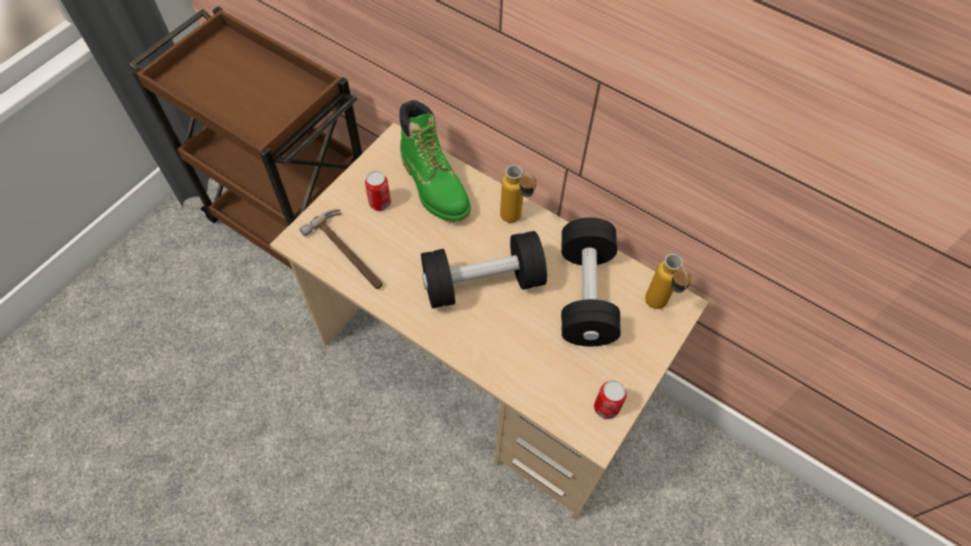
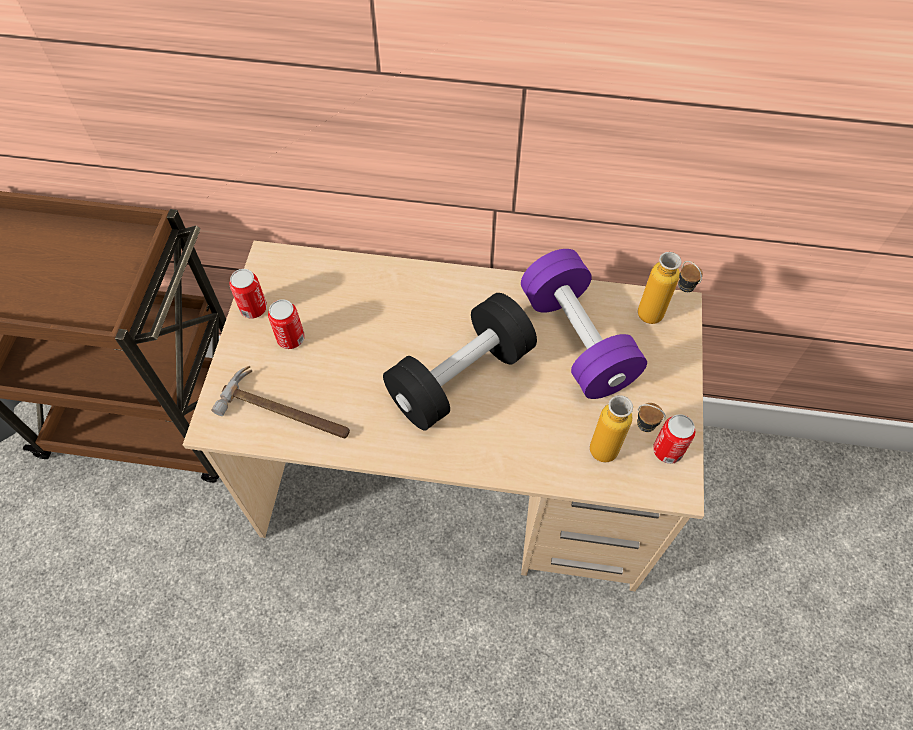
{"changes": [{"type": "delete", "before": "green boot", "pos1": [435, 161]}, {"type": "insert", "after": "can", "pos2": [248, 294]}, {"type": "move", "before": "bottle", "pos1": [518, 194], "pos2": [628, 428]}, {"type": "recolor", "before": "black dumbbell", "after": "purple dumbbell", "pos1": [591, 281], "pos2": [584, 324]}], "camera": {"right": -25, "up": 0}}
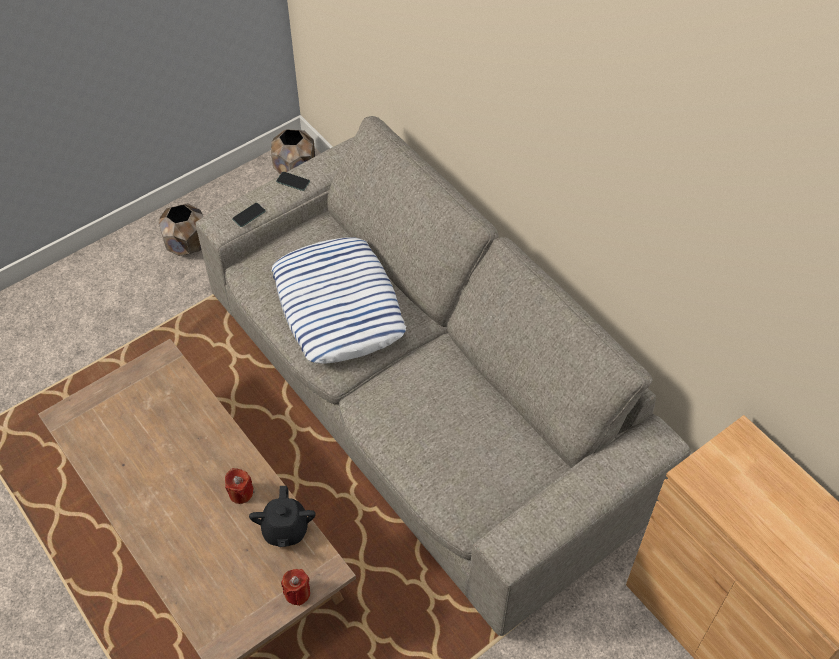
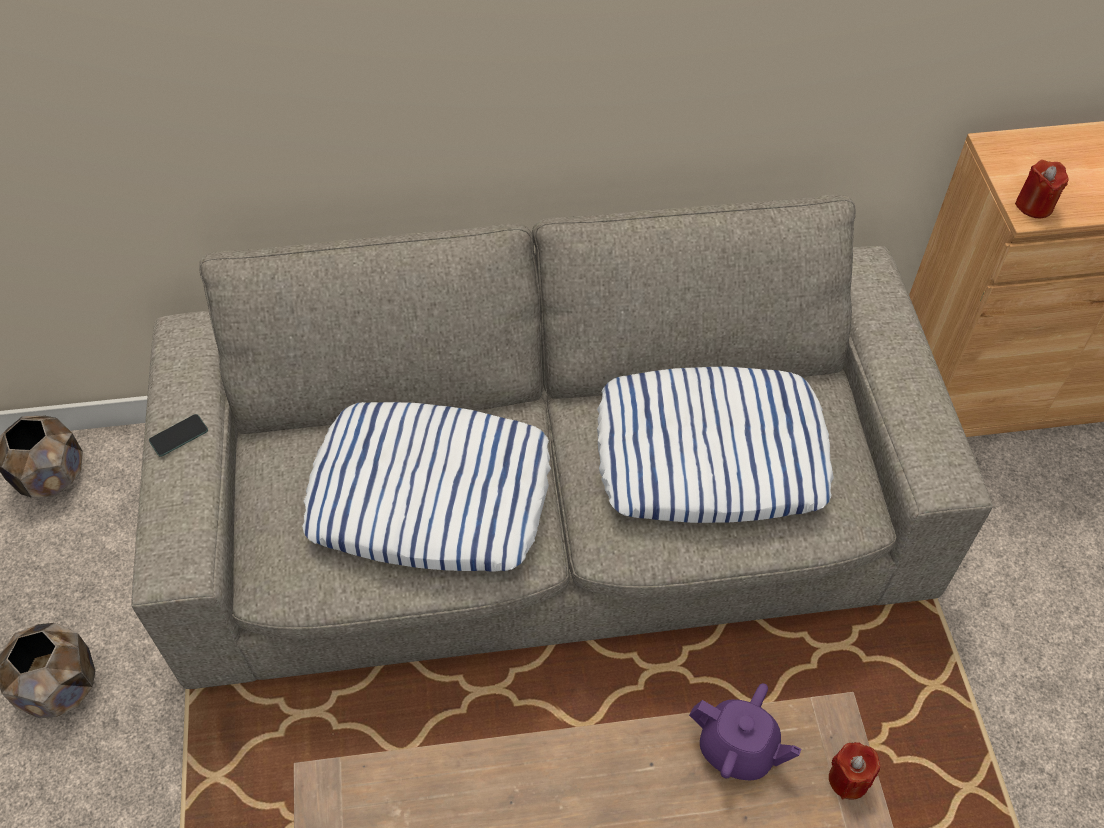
{"changes": [{"type": "delete", "before": "phone", "pos1": [249, 215]}, {"type": "insert", "after": "pillow", "pos2": [715, 445]}, {"type": "move", "before": "red candle", "pos1": [239, 486], "pos2": [1042, 189]}, {"type": "recolor", "before": "black teapot", "after": "purple teapot", "pos1": [282, 516], "pos2": [745, 731]}], "camera": {"right": -60, "up": 0}}
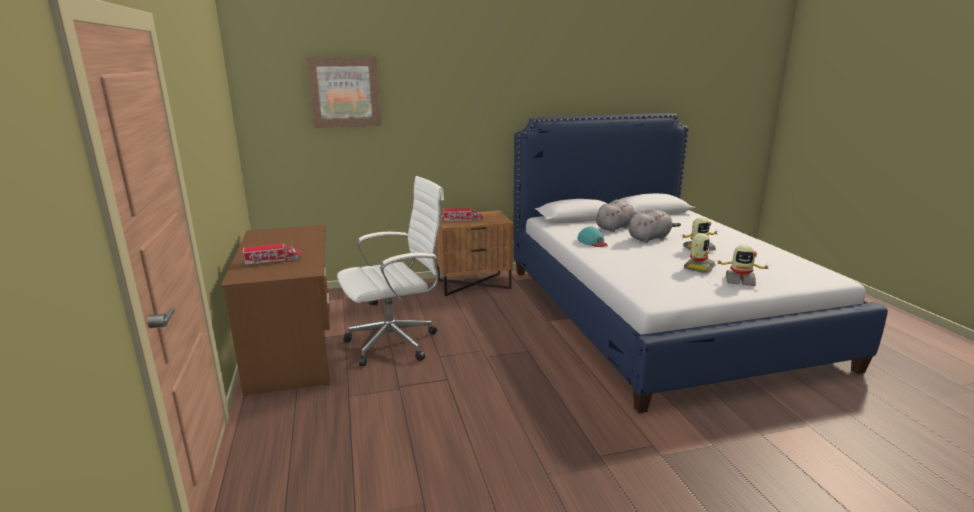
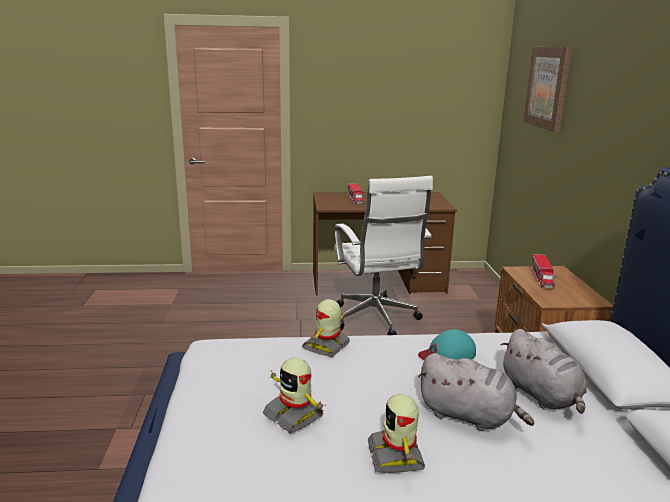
{"changes": [{"type": "move", "before": "toy robot", "pos1": [742, 265], "pos2": [326, 328]}, {"type": "rotate", "before": "grey plush toy", "pos1": [654, 225], "pos2": [476, 392], "turn": -45}], "camera": {"right": 100, "up": 0}}
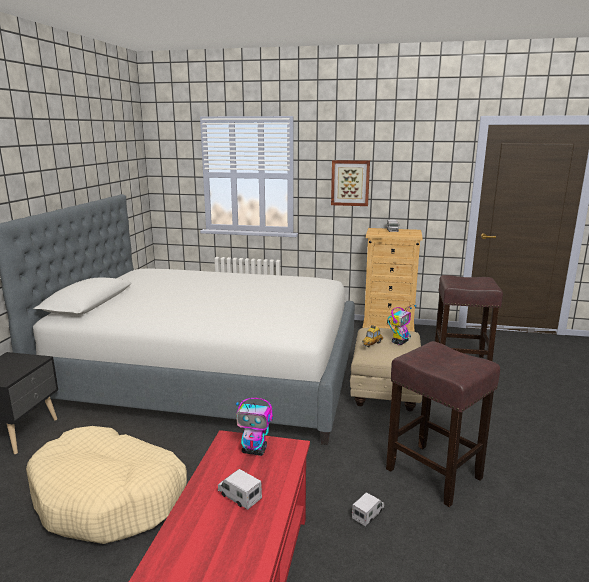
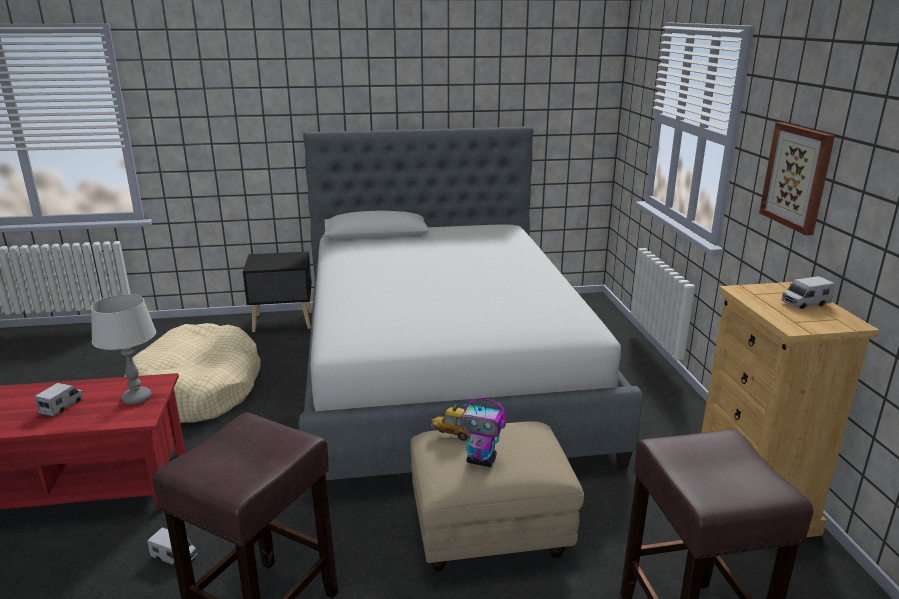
{"changes": [{"type": "replace", "before": "toy robot", "after": "grey table lamp", "pos1": [254, 427], "pos2": [123, 349]}], "camera": {"right": 70, "up": 5}}
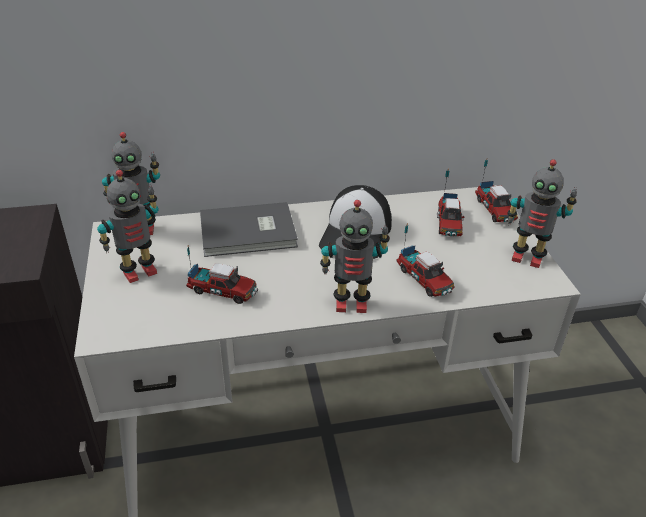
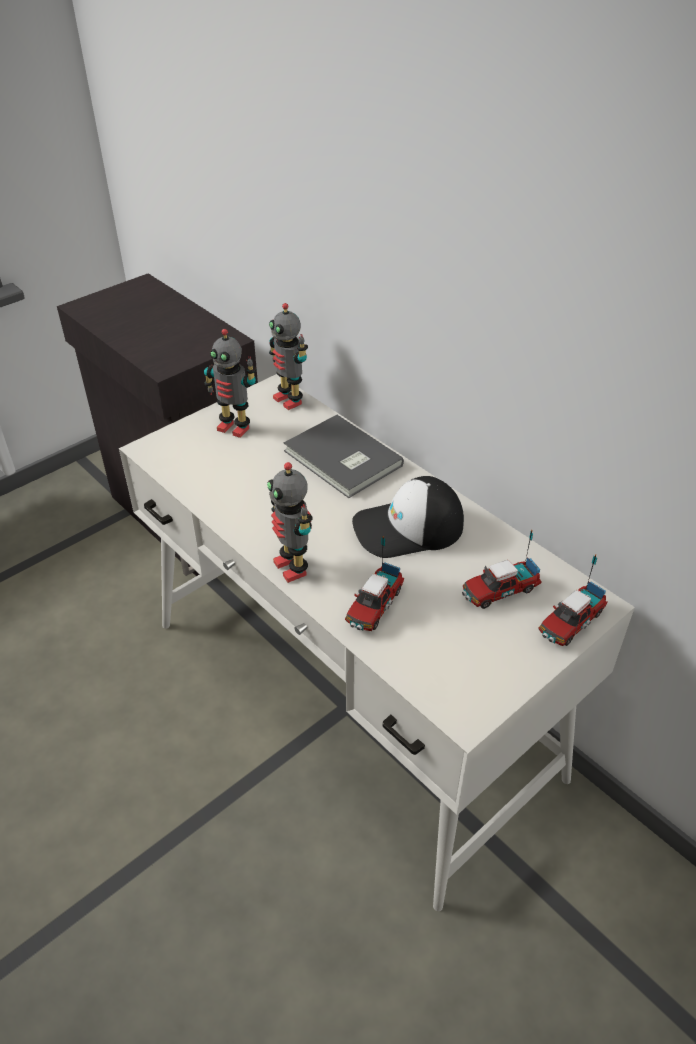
{"changes": [{"type": "delete", "before": "toy truck", "pos1": [222, 275]}, {"type": "delete", "before": "toy robot", "pos1": [542, 213]}], "camera": {"right": 60, "up": 5}}
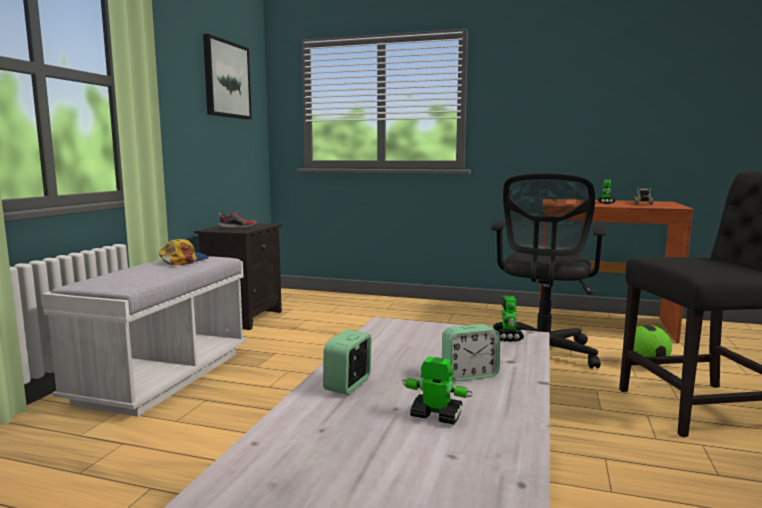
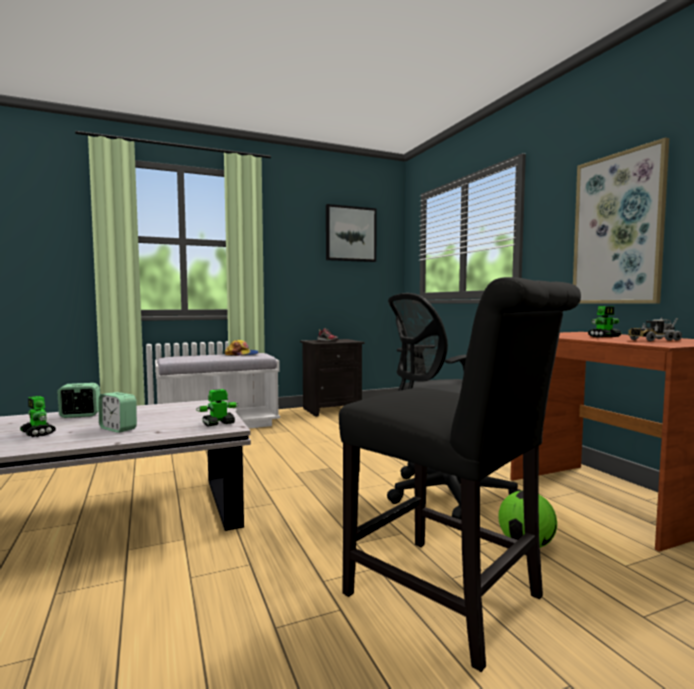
{"changes": [{"type": "insert", "after": "picture", "pos2": [621, 220]}, {"type": "rotate", "before": "toy robot", "pos1": [437, 391], "pos2": [38, 416], "turn": 150}], "camera": {"right": 50, "up": -5}}
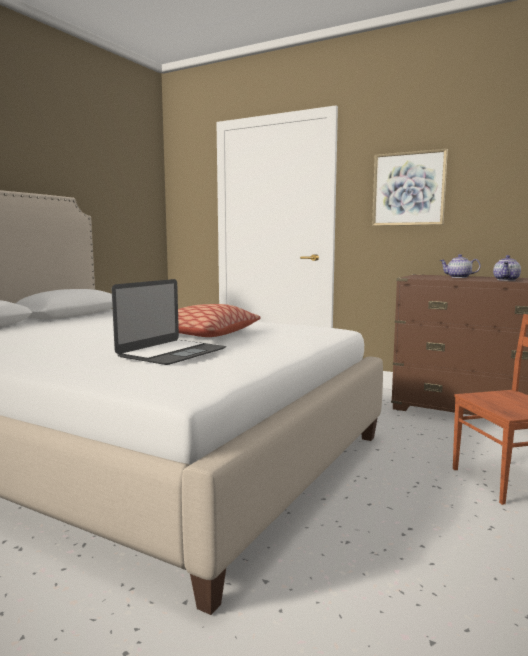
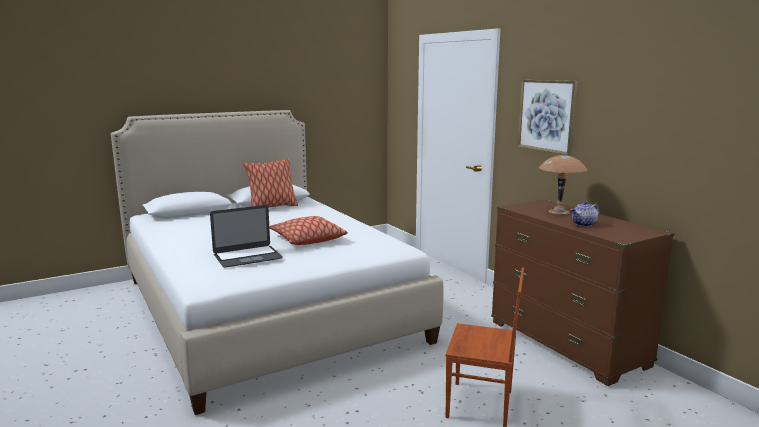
{"changes": [{"type": "insert", "after": "pillow", "pos2": [270, 182]}, {"type": "replace", "before": "teapot", "after": "brown table lamp", "pos1": [460, 266], "pos2": [563, 184]}], "camera": {"right": 30, "up": 5}}
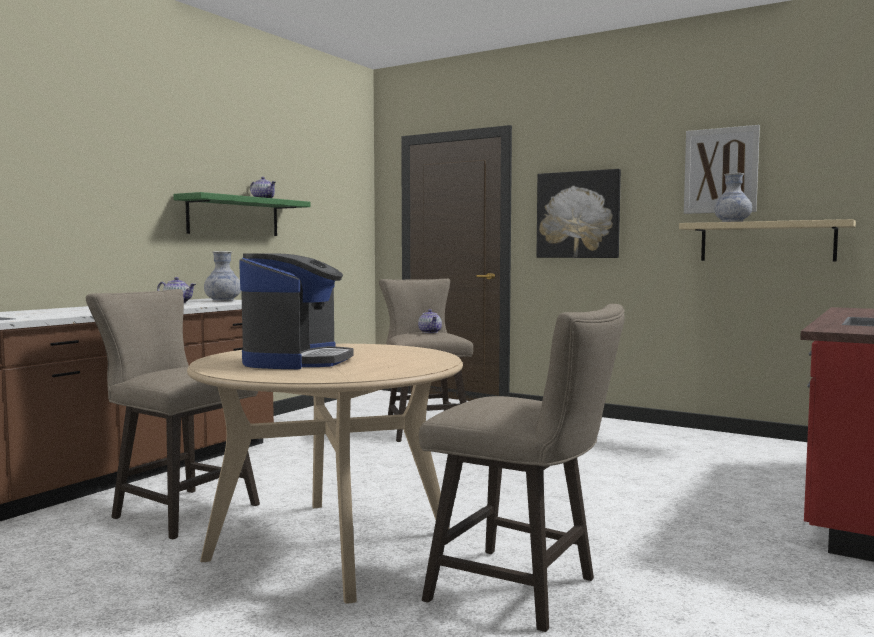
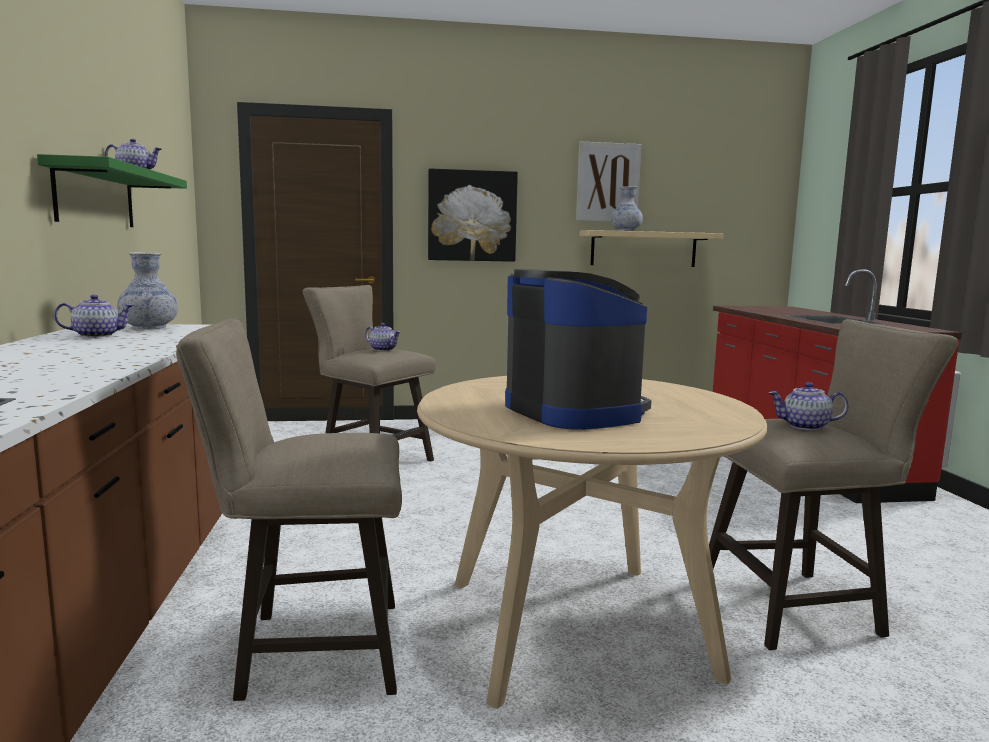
{"changes": [{"type": "insert", "after": "teapot", "pos2": [808, 406]}], "camera": {"right": -40, "up": 5}}
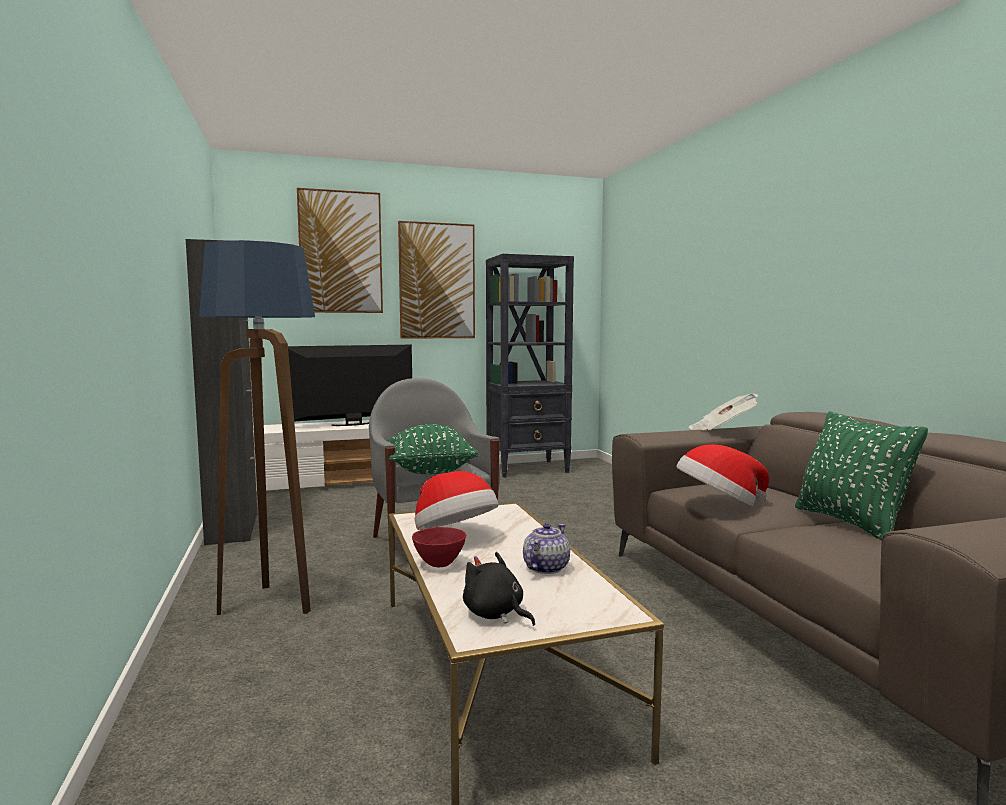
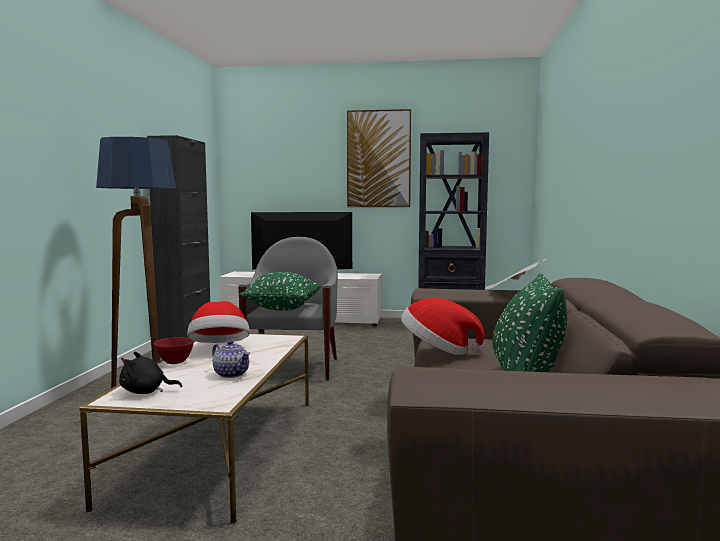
{"changes": [{"type": "delete", "before": "picture", "pos1": [340, 250]}, {"type": "rotate", "before": "black plush toy", "pos1": [499, 589], "pos2": [150, 373], "turn": -75}, {"type": "rotate", "before": "teapot", "pos1": [546, 548], "pos2": [231, 359], "turn": 75}], "camera": {"right": 25, "up": 0}}
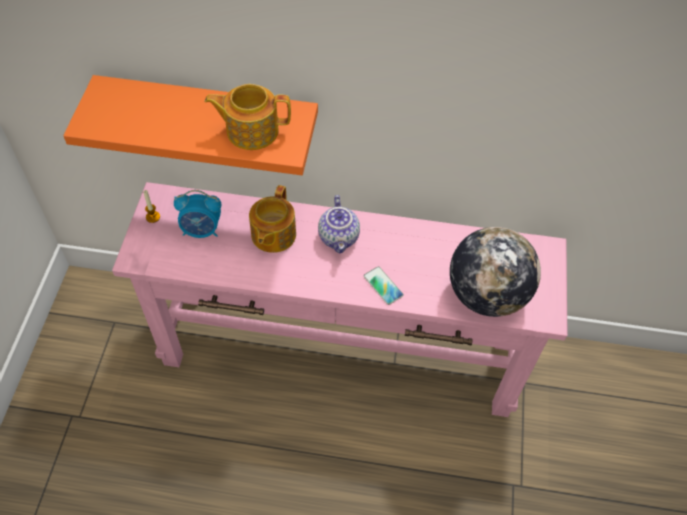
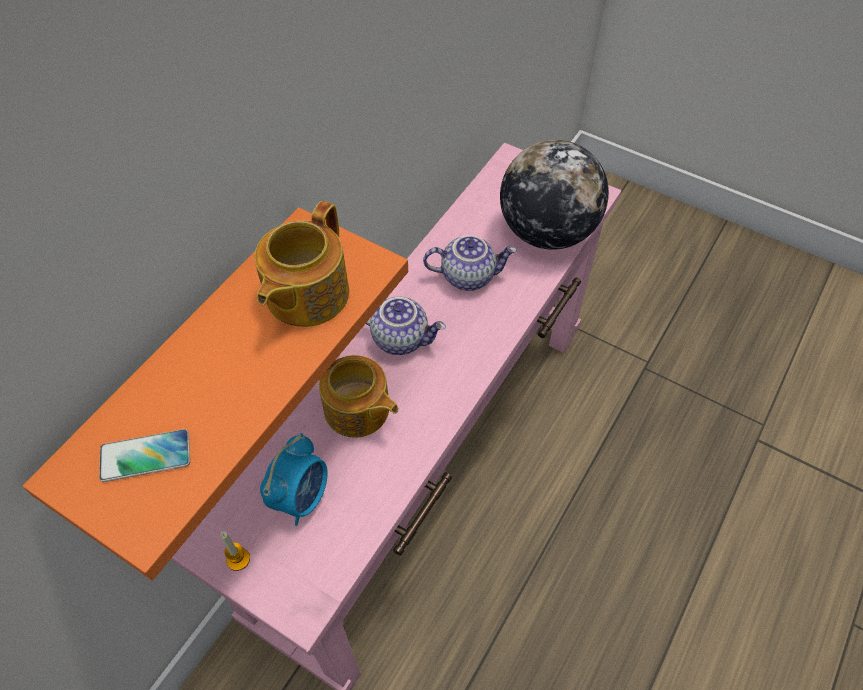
{"changes": [{"type": "insert", "after": "teapot", "pos2": [470, 263]}, {"type": "move", "before": "phone", "pos1": [383, 285], "pos2": [144, 455]}], "camera": {"right": -65, "up": 0}}
